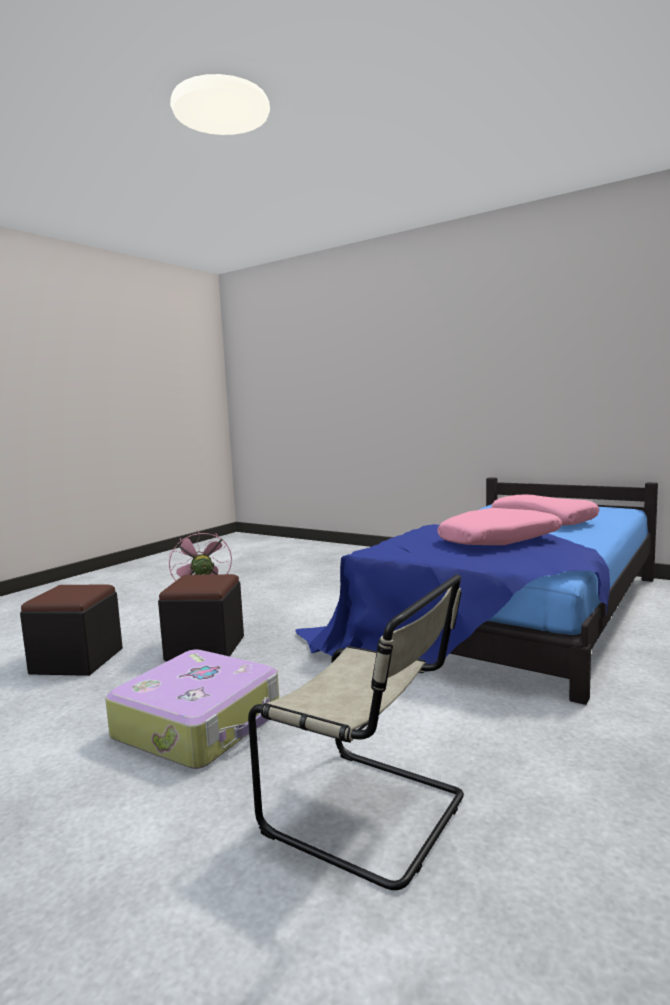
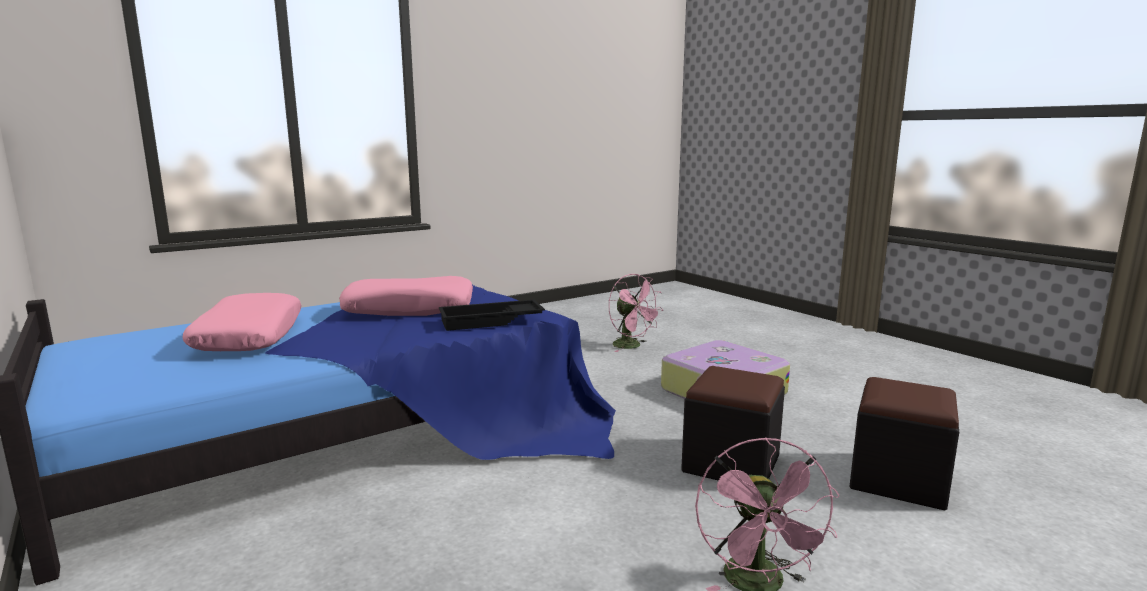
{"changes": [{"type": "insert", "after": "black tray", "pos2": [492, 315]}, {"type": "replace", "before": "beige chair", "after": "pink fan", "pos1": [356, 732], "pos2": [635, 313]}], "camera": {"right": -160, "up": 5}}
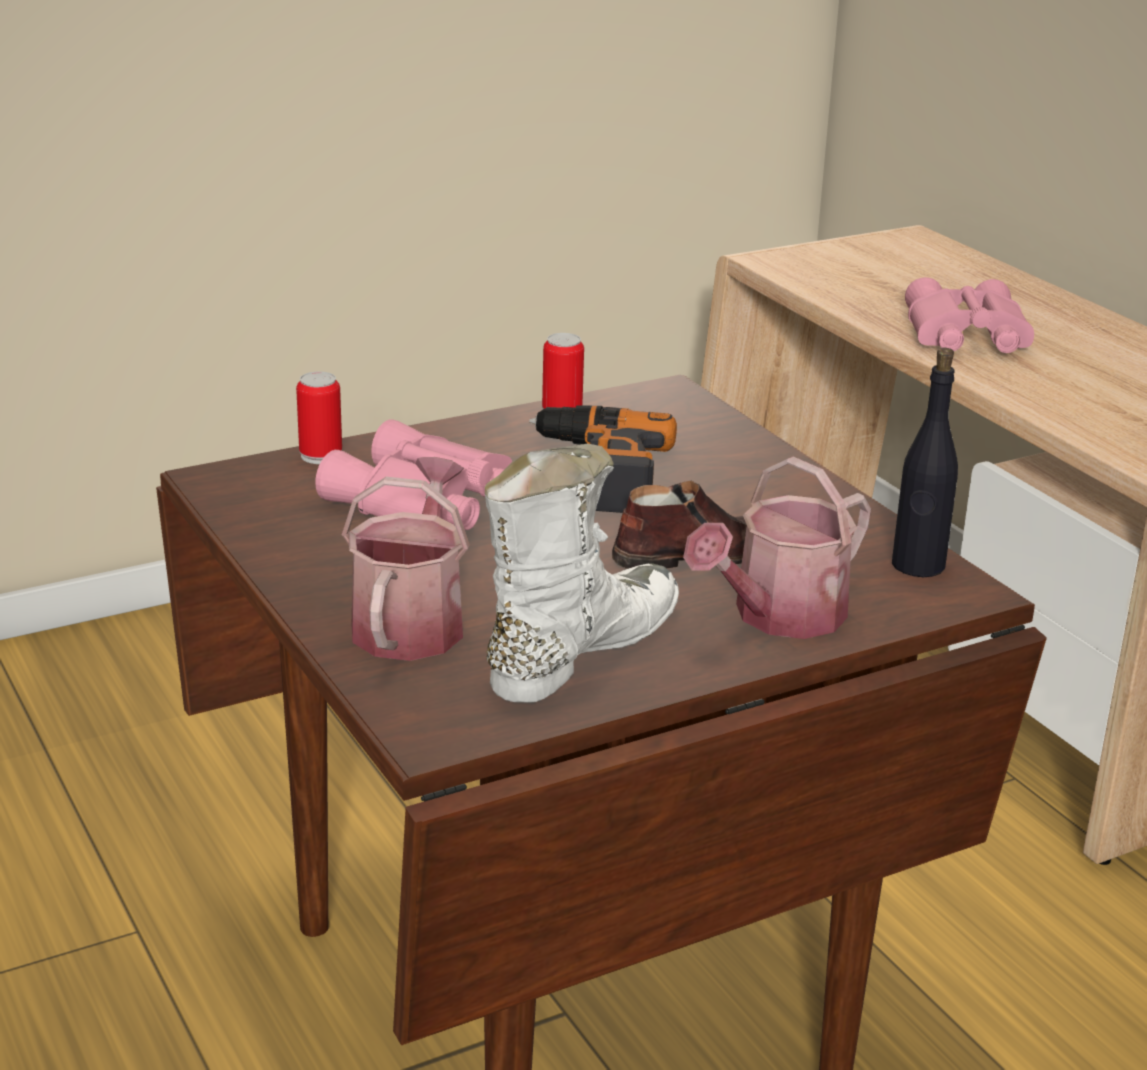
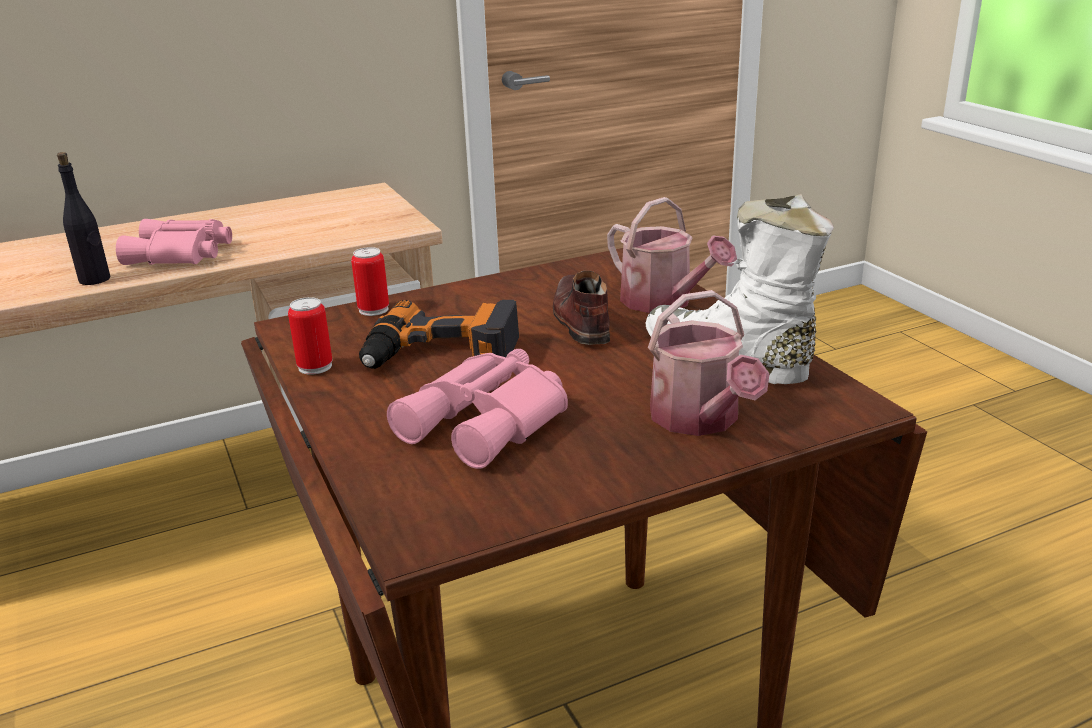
{"changes": [{"type": "move", "before": "can", "pos1": [319, 417], "pos2": [370, 281]}, {"type": "move", "before": "black bottle", "pos1": [925, 462], "pos2": [83, 218]}, {"type": "rotate", "before": "watering can", "pos1": [406, 559], "pos2": [709, 363], "turn": -120}], "camera": {"right": -85, "up": 0}}
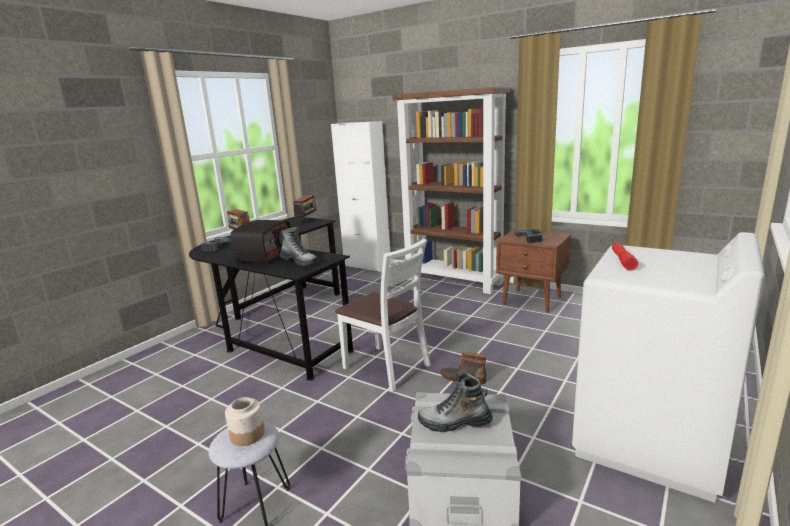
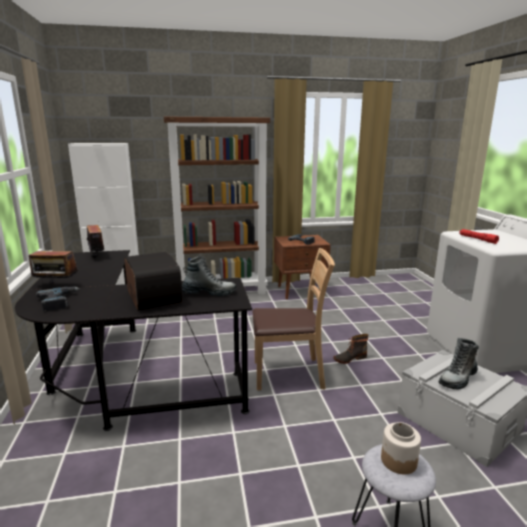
{"changes": [{"type": "recolor", "before": "white chair", "after": "brown chair", "pos1": [383, 315], "pos2": [293, 319]}], "camera": {"right": -45, "up": 0}}
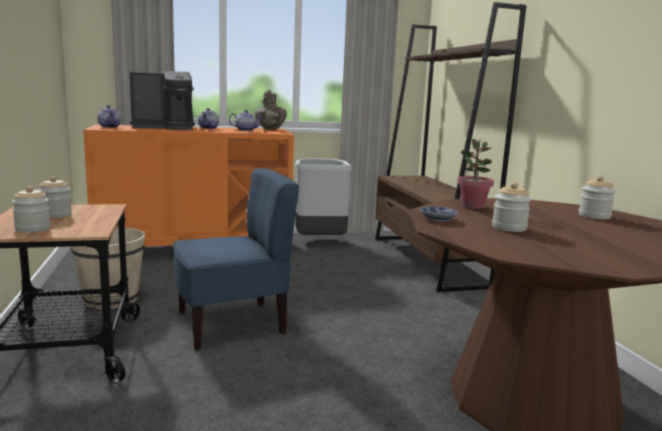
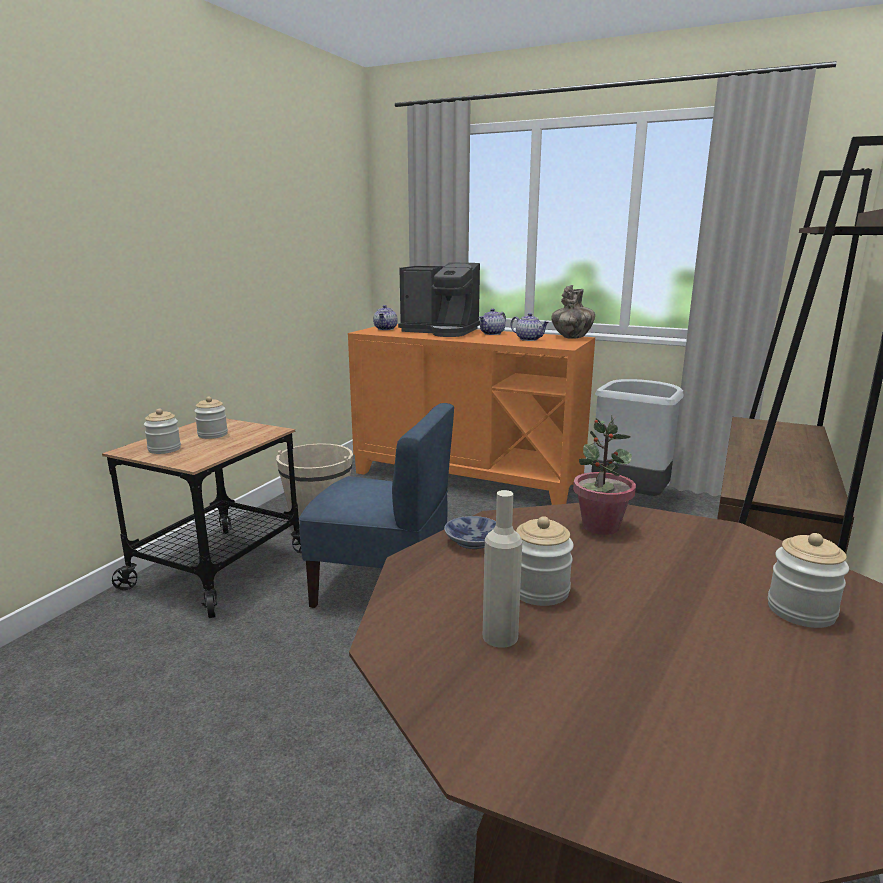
{"changes": [{"type": "insert", "after": "beige bottle", "pos2": [502, 569]}], "camera": {"right": 40, "up": 5}}
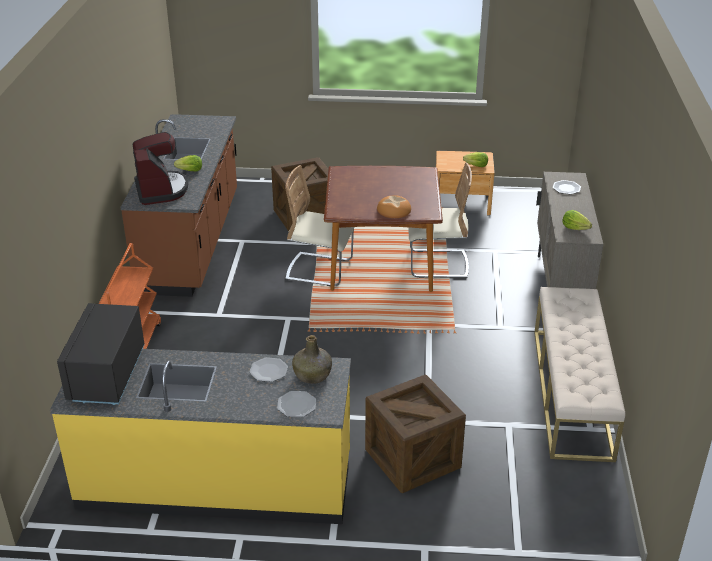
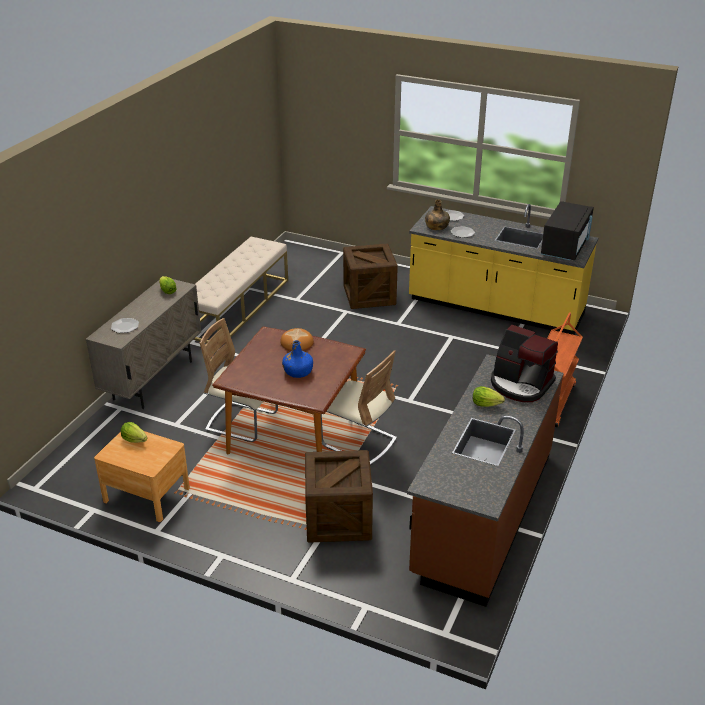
{"changes": [{"type": "insert", "after": "blue bottle", "pos2": [297, 359]}, {"type": "rotate", "before": "coffee machine", "pos1": [161, 168], "pos2": [524, 363], "turn": -60}], "camera": {"right": -160, "up": 0}}
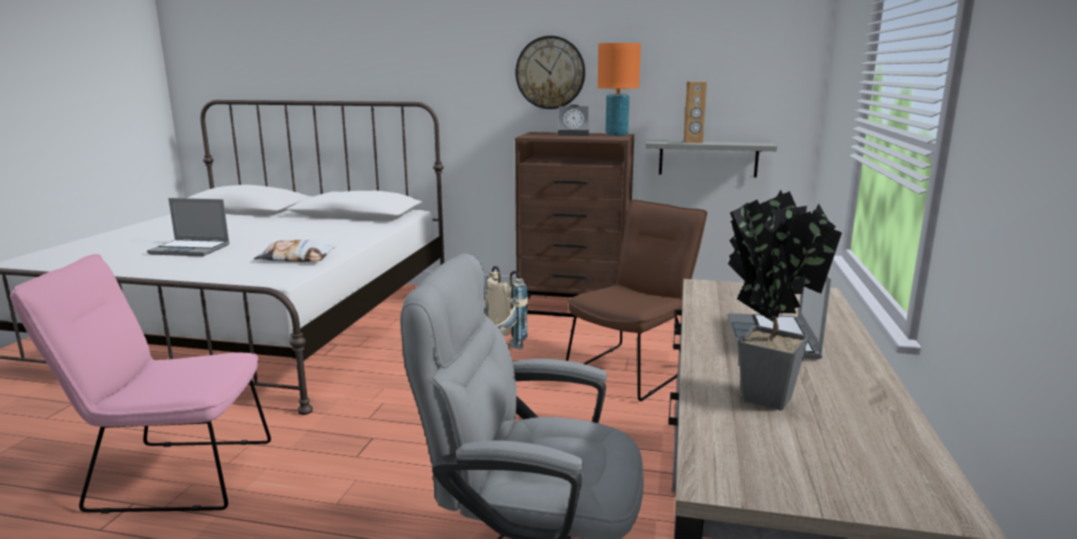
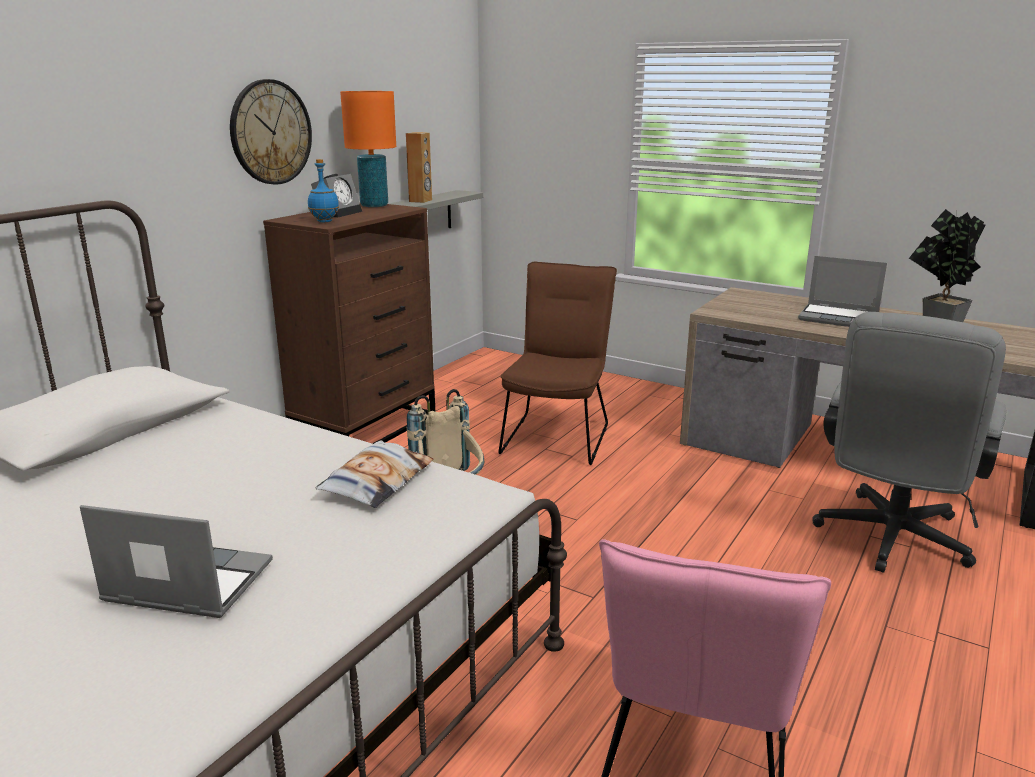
{"changes": [{"type": "insert", "after": "blue bottle", "pos2": [323, 190]}, {"type": "rotate", "before": "laptop", "pos1": [188, 227], "pos2": [176, 561], "turn": -105}, {"type": "rotate", "before": "brown chair", "pos1": [636, 300], "pos2": [558, 363], "turn": 45}], "camera": {"right": -70, "up": 5}}
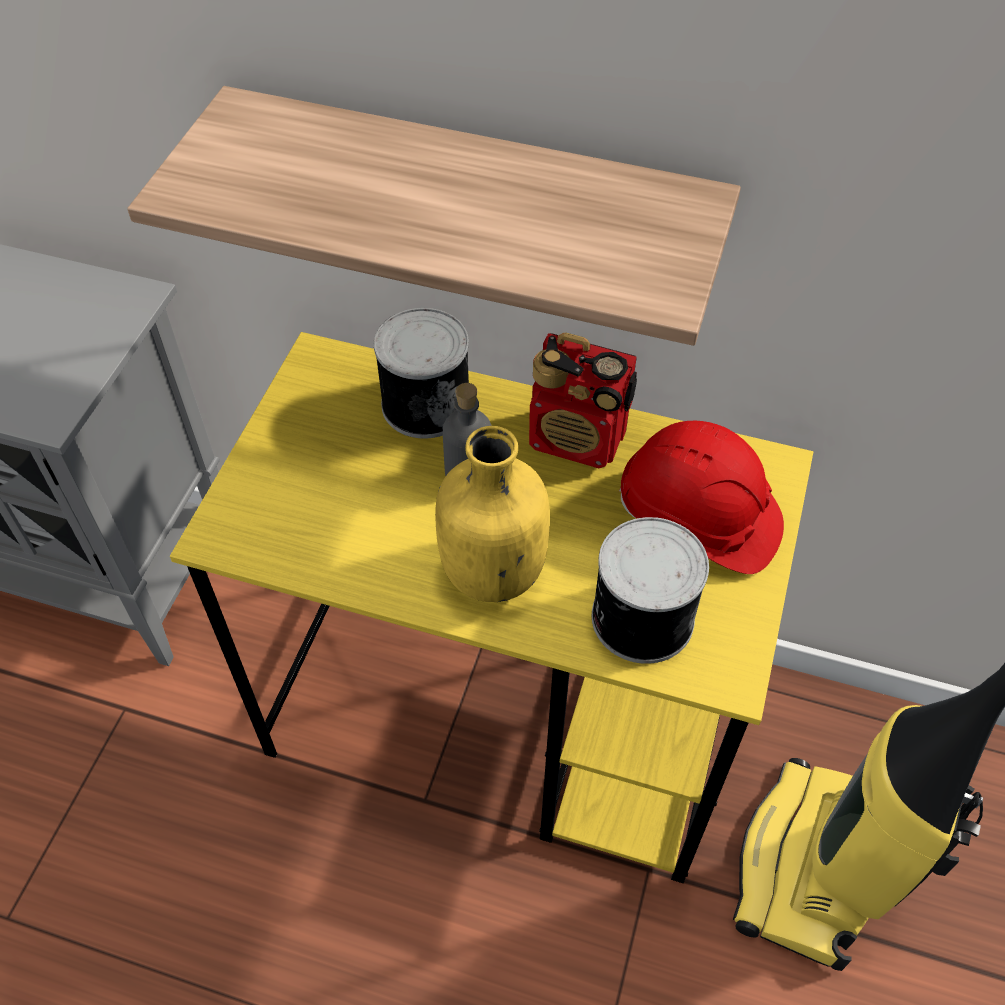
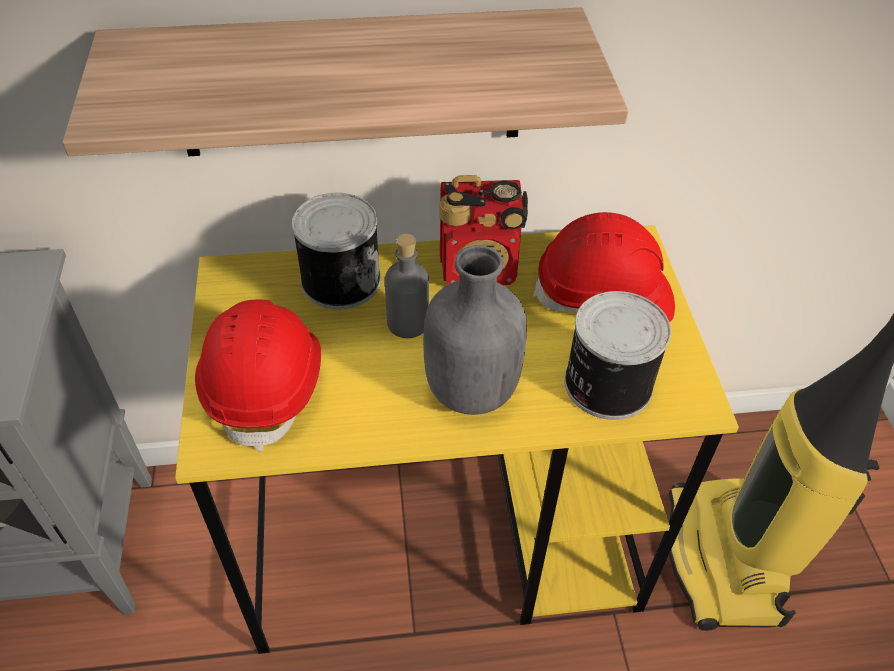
{"changes": [{"type": "insert", "after": "red hard hat", "pos2": [258, 375]}, {"type": "recolor", "before": "yellow bottle", "after": "grey bottle", "pos1": [492, 514], "pos2": [475, 330]}], "camera": {"right": -25, "up": -5}}
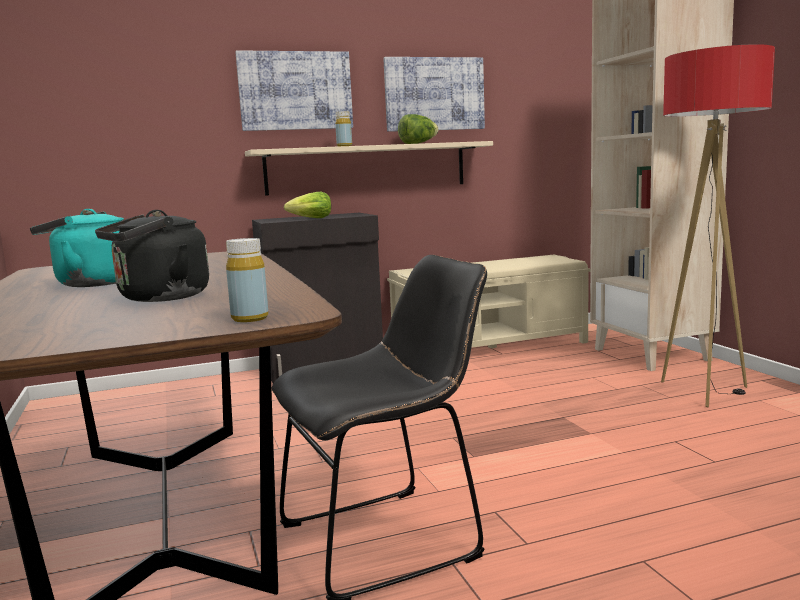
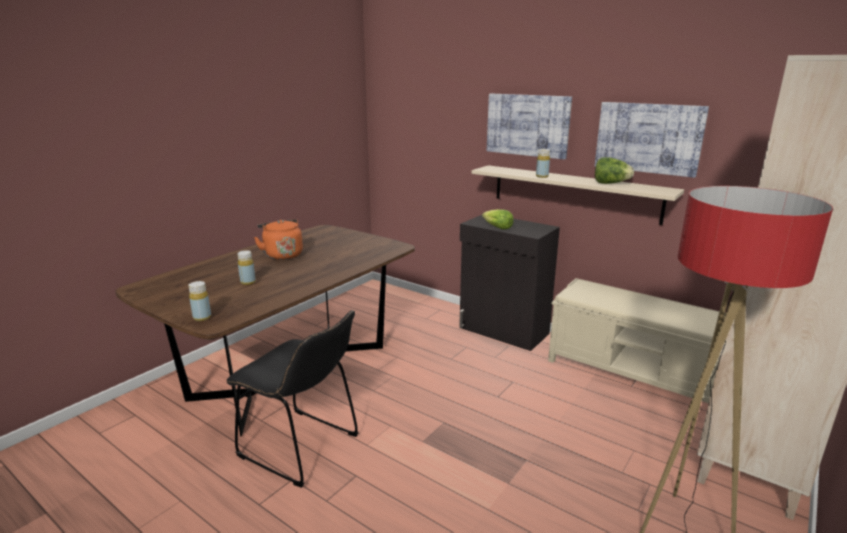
{"changes": [{"type": "replace", "before": "black kettle", "after": "yellow bottle", "pos1": [152, 256], "pos2": [247, 267]}, {"type": "recolor", "before": "turquoise kettle", "after": "orange kettle", "pos1": [77, 248], "pos2": [278, 239]}], "camera": {"right": 55, "up": 10}}
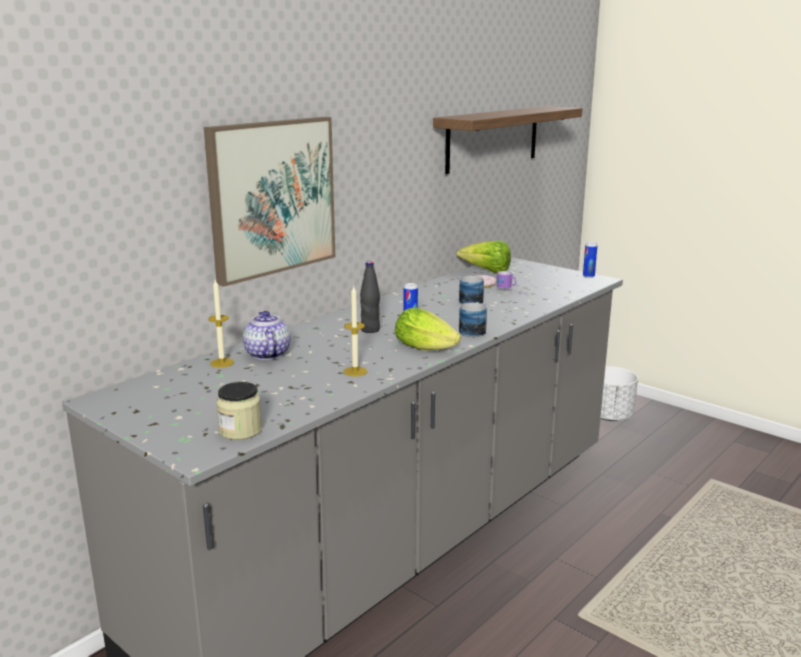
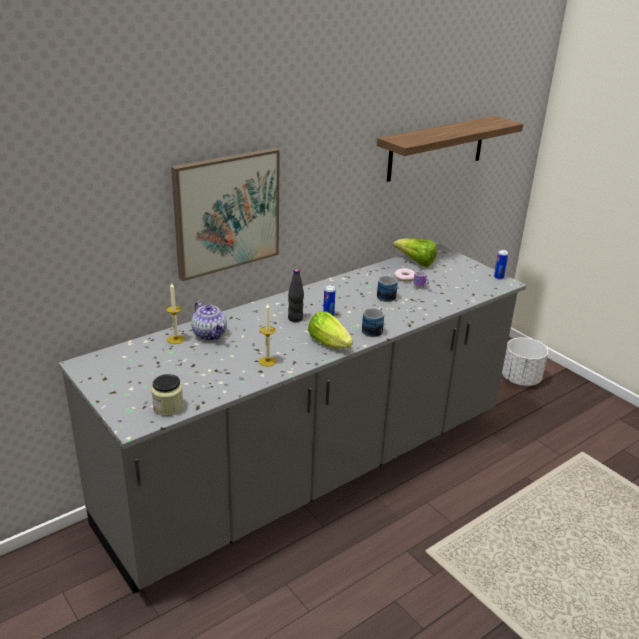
{"changes": [{"type": "rotate", "before": "teapot", "pos1": [266, 335], "pos2": [209, 321], "turn": 150}], "camera": {"right": 10, "up": 10}}
